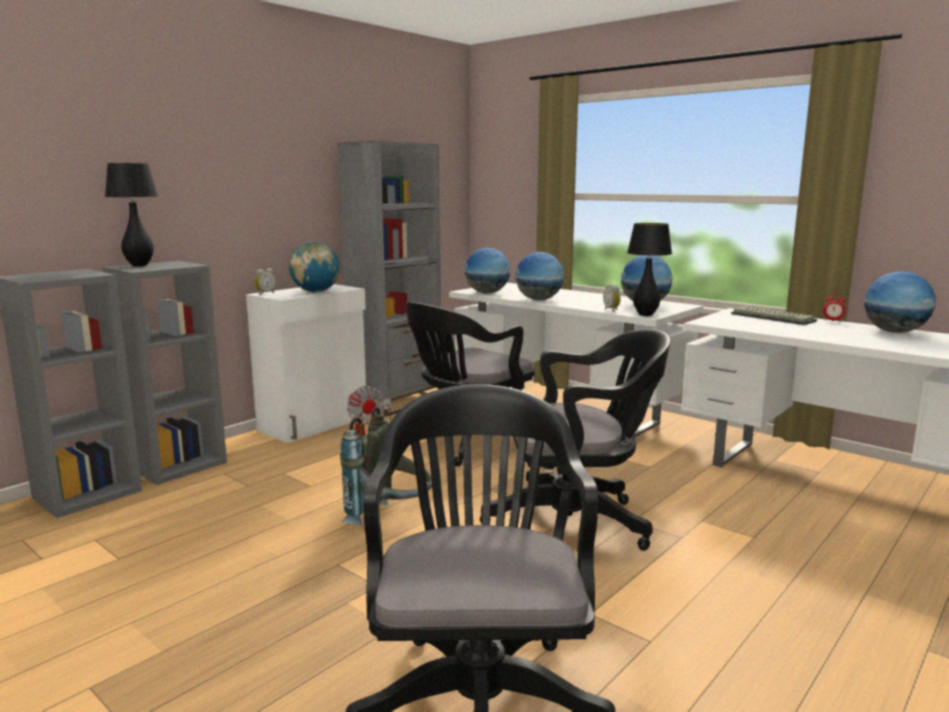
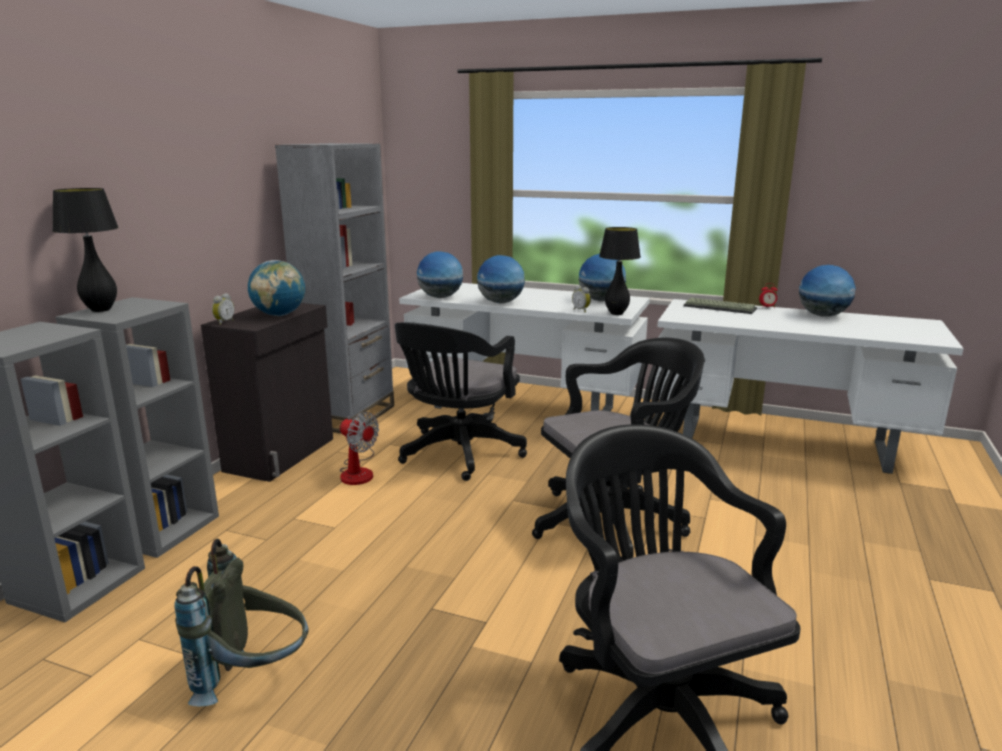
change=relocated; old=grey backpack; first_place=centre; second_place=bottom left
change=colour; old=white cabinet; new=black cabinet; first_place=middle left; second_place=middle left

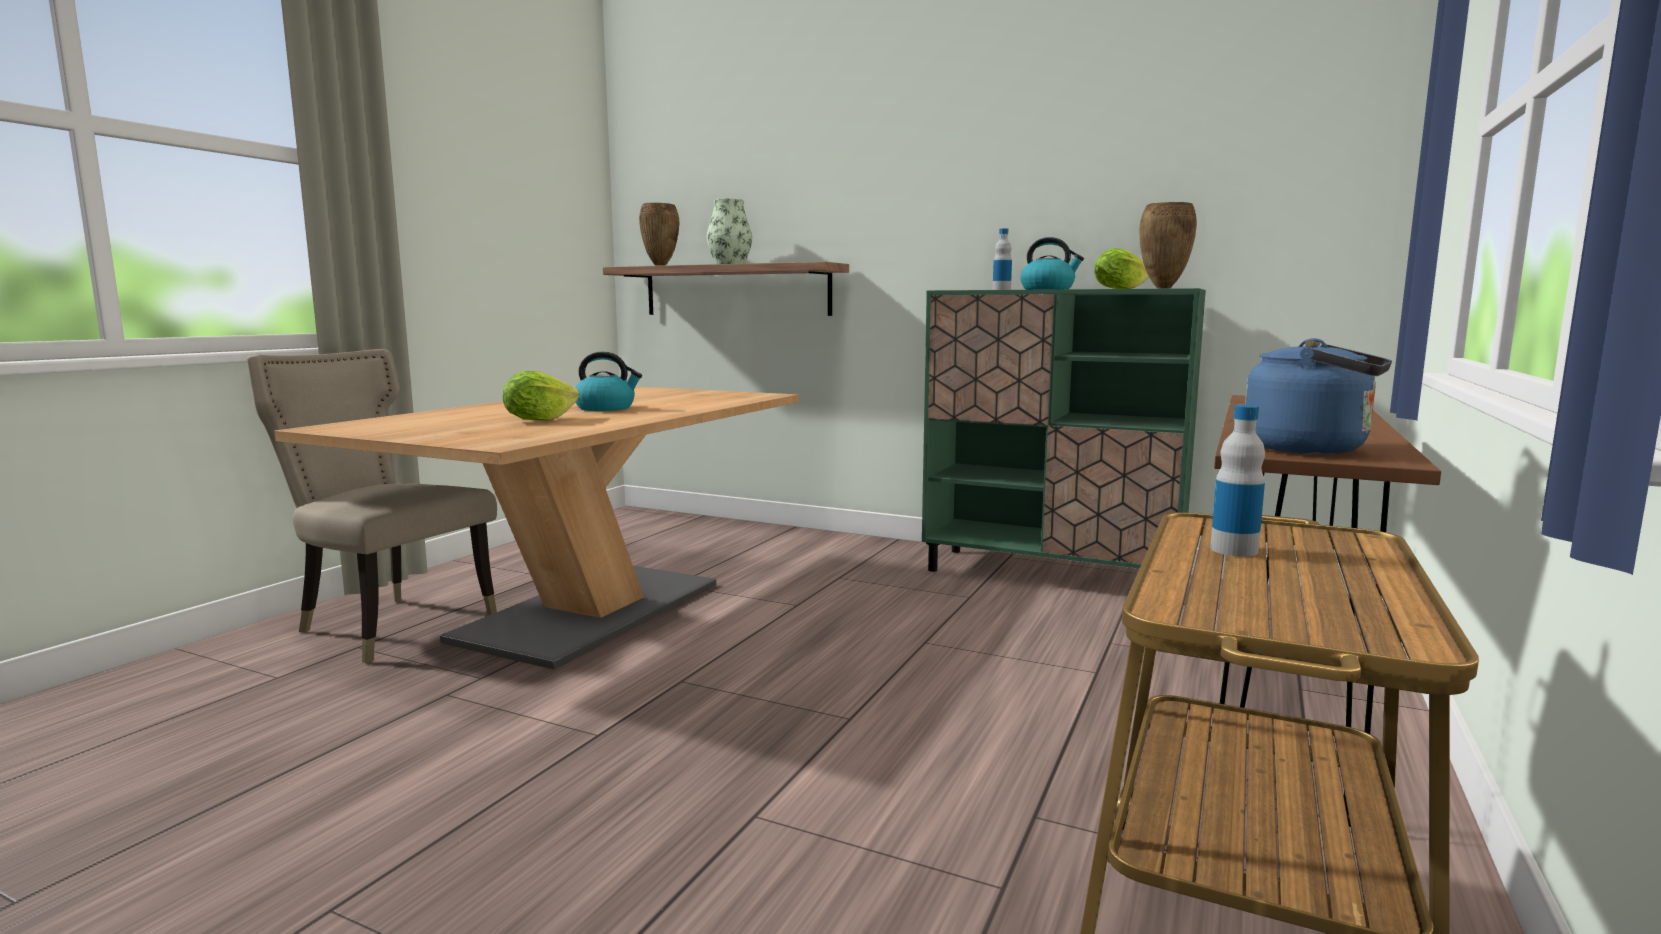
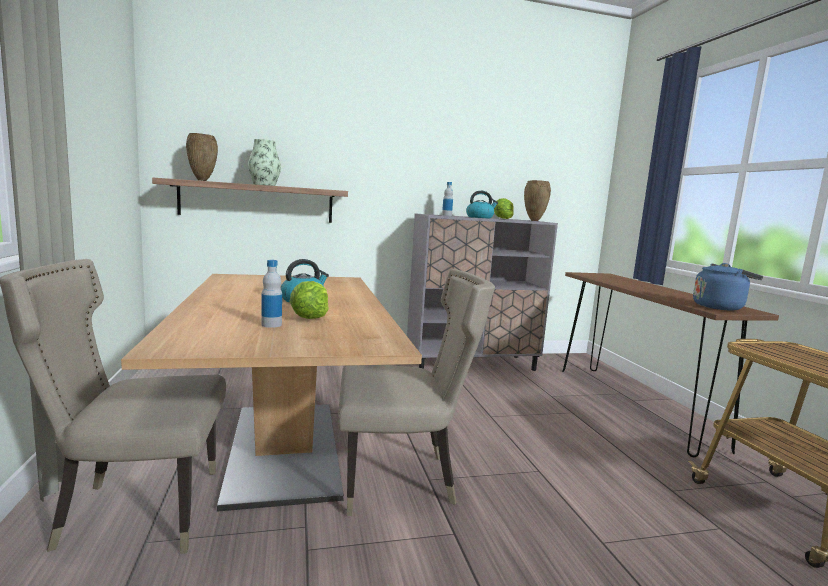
change=relocated; old=bottle (no. 2 from left in the first image); new=bottle (no. 1 from left); first_place=middle right; second_place=middle left
change=appeared; new=beige chair (no. 2 from left); second_place=bottom centre
change=colour; old=green cabinet; new=grey cabinet; first_place=centre; second_place=centre

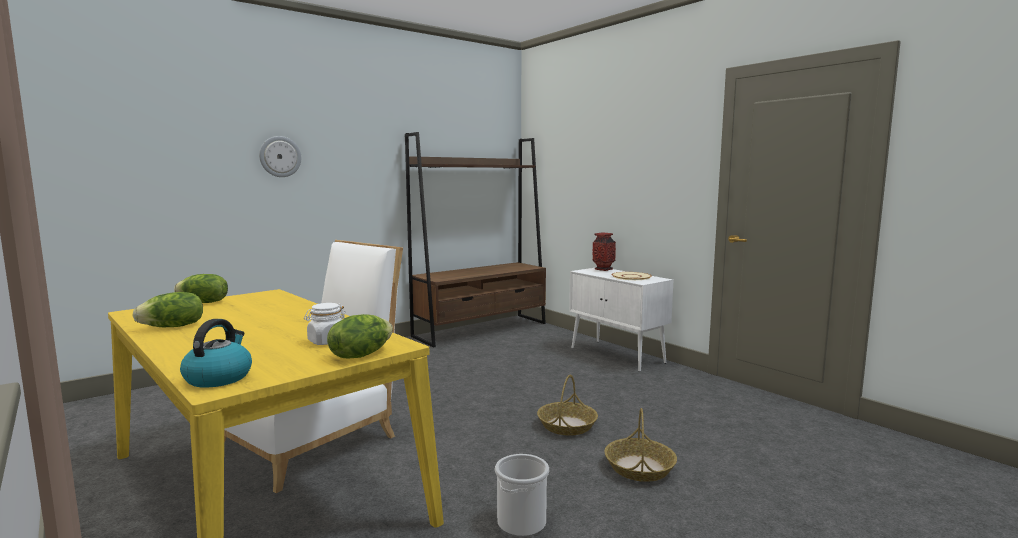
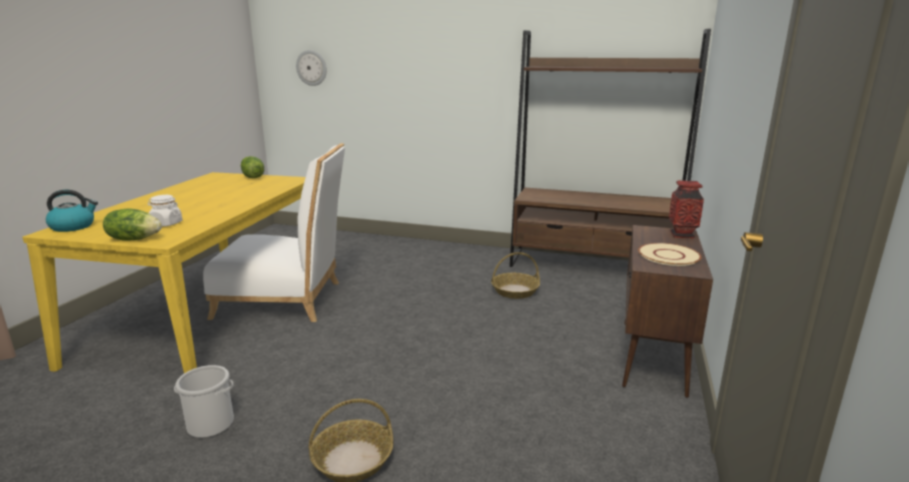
change=relocated; old=wall clock; first_place=top left; second_place=top centre
change=relocated; old=basket (no. 1 from left in the first image); new=basket (no. 2 from left); first_place=bottom centre; second_place=centre
change=colour; old=white cabinet; new=brown cabinet; first_place=centre; second_place=middle right
change=missing; old=lettuce (no. 1 from left); first_place=middle left

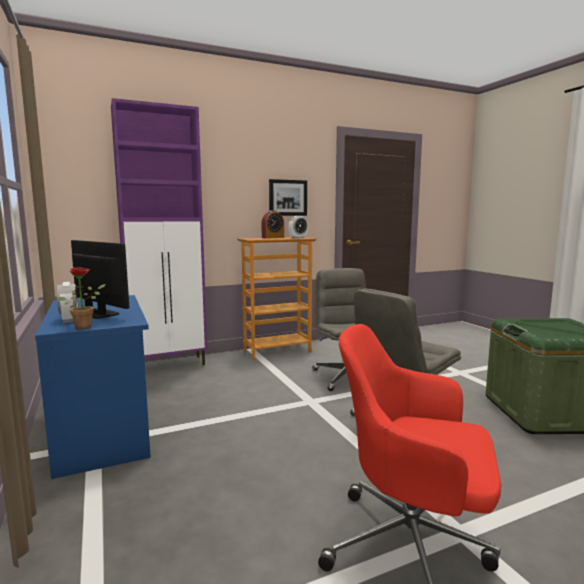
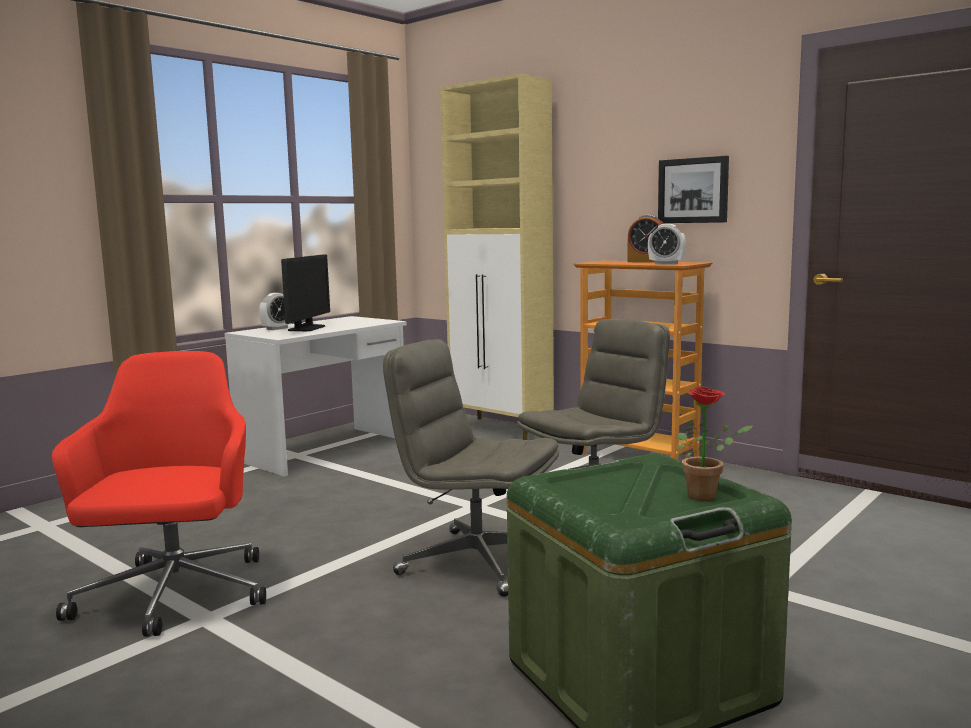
change=colour; old=blue desk; new=white desk; first_place=middle left; second_place=middle left
change=colour; old=purple cabinet; new=beige cabinet; first_place=middle left; second_place=centre
change=relocated; old=potted plant; first_place=middle left; second_place=middle right

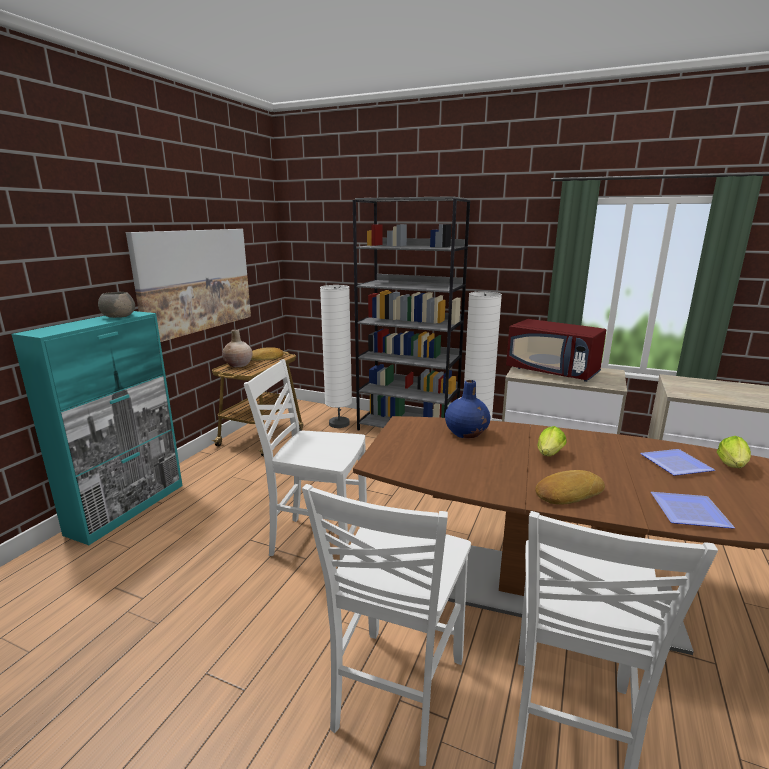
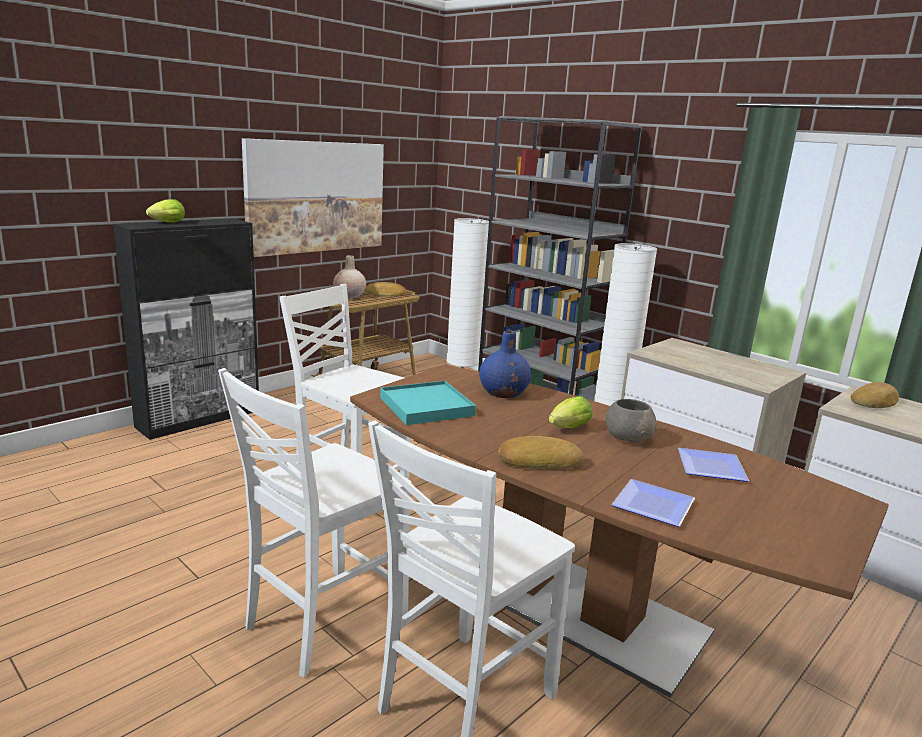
change=colour; old=turquoise cabinet; new=black cabinet; first_place=middle left; second_place=middle left
change=relocated; old=lettuce (no. 2 from left in the first image); new=lettuce (no. 1 from left); first_place=middle right; second_place=top left
change=appeared; new=turquoise tray; second_place=centre
change=relocated; old=grey bowl; first_place=middle left; second_place=middle right
change=appeared; new=bread (no. 3 from left); second_place=middle right
change=missing; old=red microwave; first_place=middle right

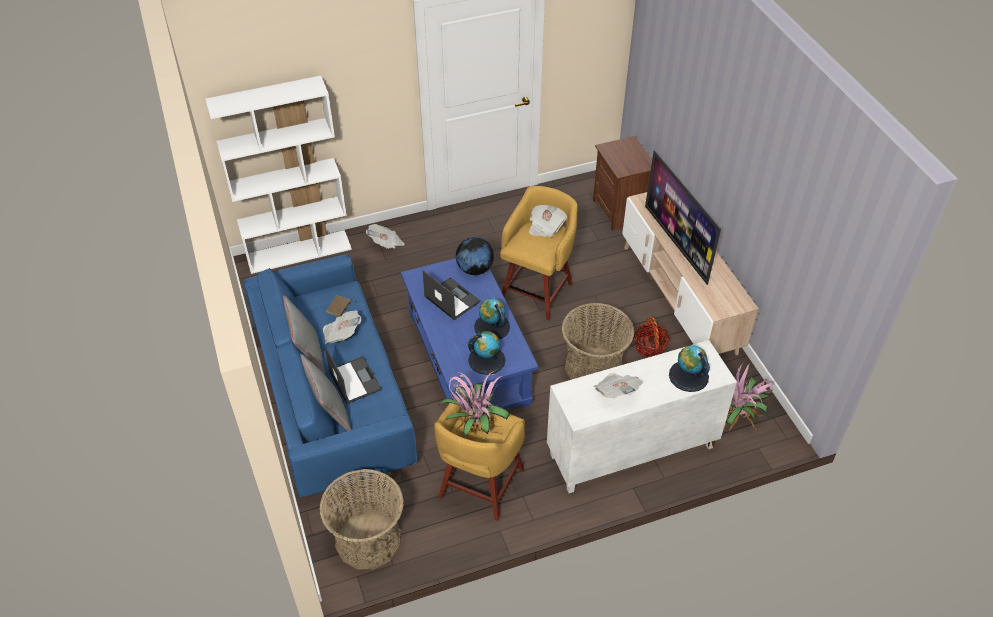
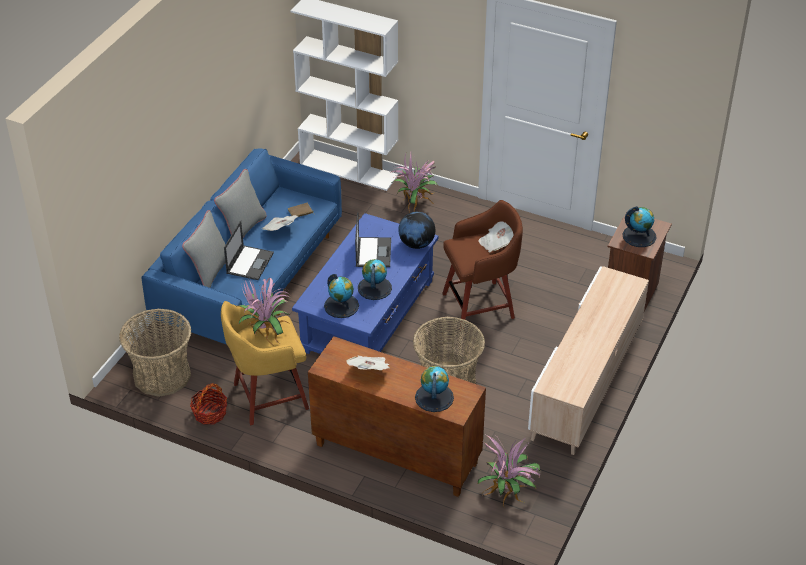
change=relocated; old=basket (no. 3 from left in the first image); new=basket (no. 2 from left); first_place=centre; second_place=bottom left
change=colour; old=white cabinet; new=brown cabinet; first_place=bottom centre; second_place=bottom centre
change=exchanged; old=newspaper (no. 2 from left); new=potted plant (no. 2 from left); first_place=centre; second_place=top centre
change=colour; old=yellow stool (no. 2 from left); new=brown stool; first_place=centre; second_place=centre
change=appeared; new=globe (no. 5 from left); second_place=middle right
change=missing; old=television; first_place=middle right

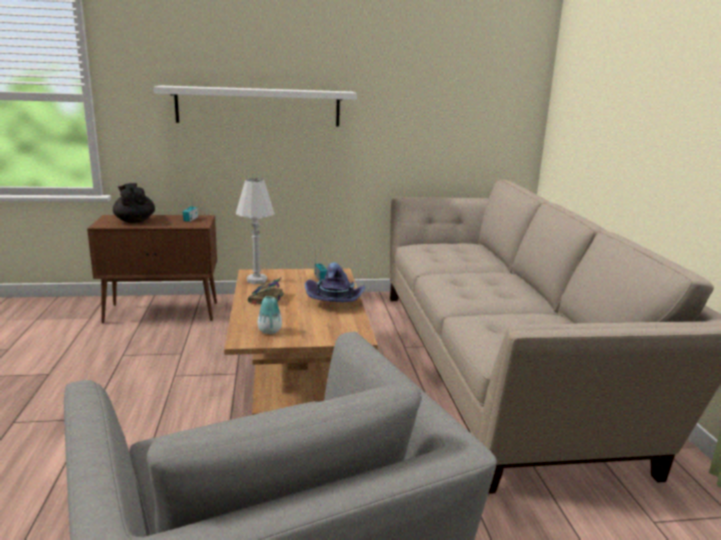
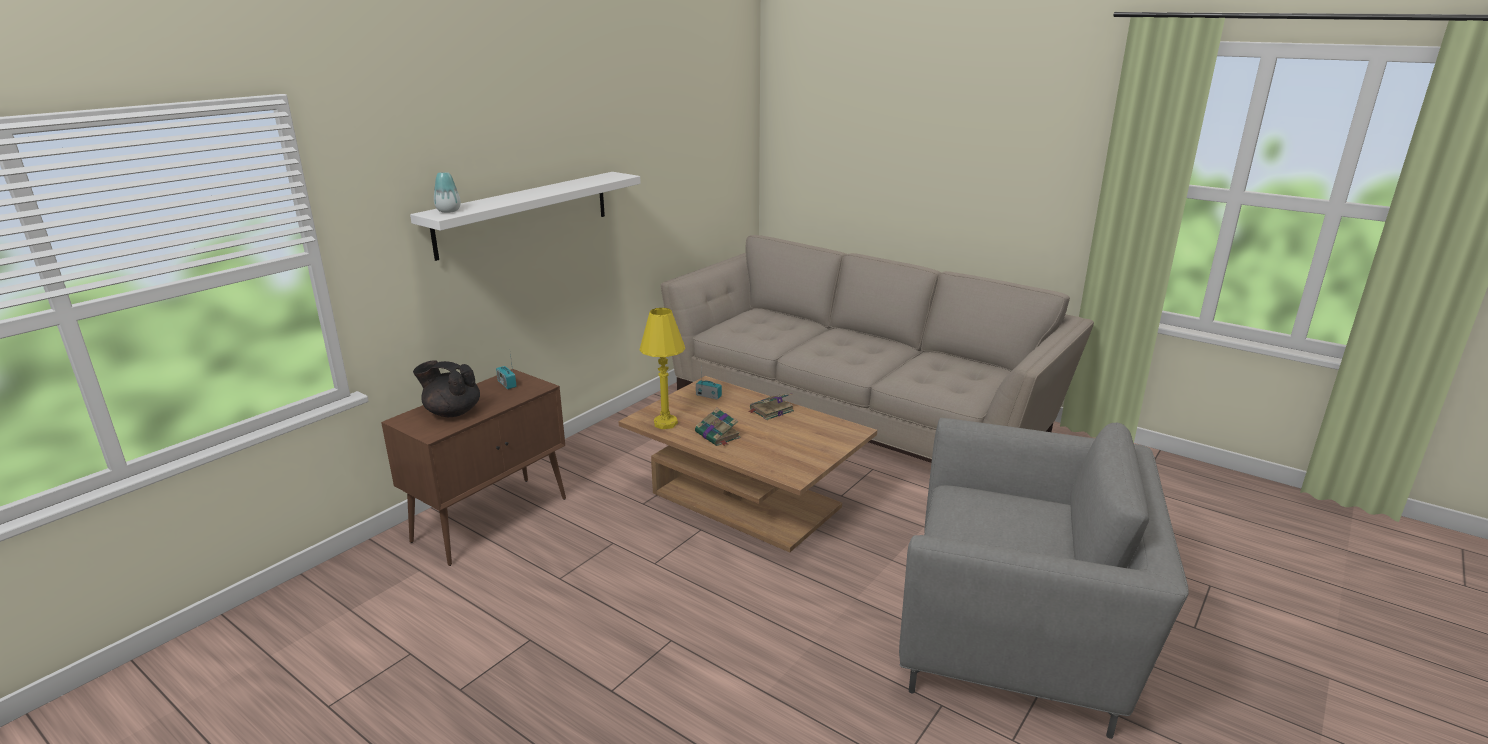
change=relocated; old=vase; first_place=centre; second_place=top left
change=colour; old=white table lamp; new=yellow table lamp; first_place=centre; second_place=centre
change=exchanged; old=purple hat; new=book (no. 2 from left); first_place=centre; second_place=centre

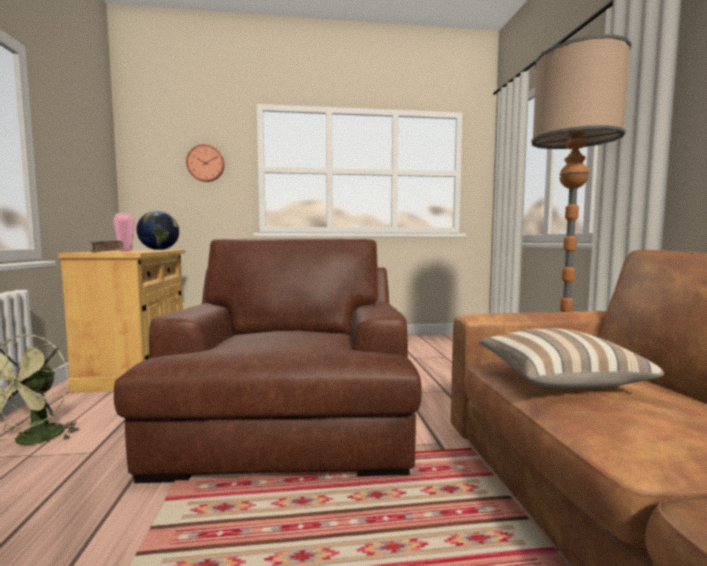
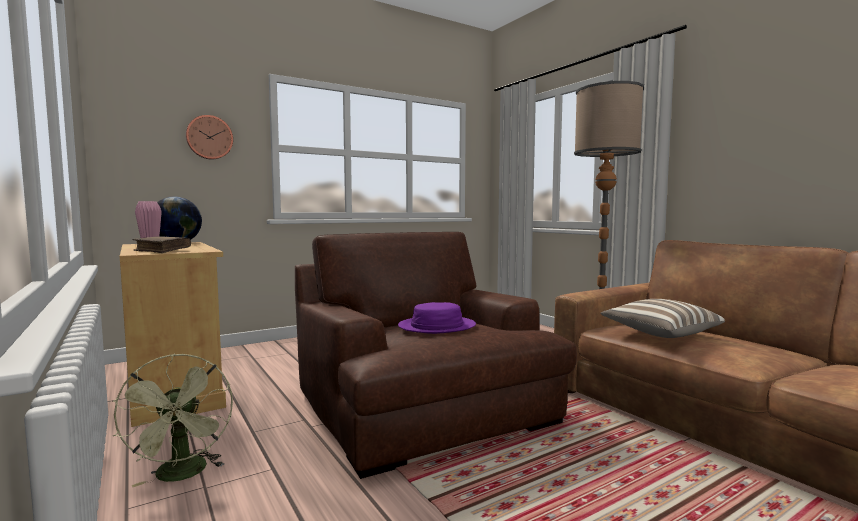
change=appeared; new=purple hat; second_place=centre

